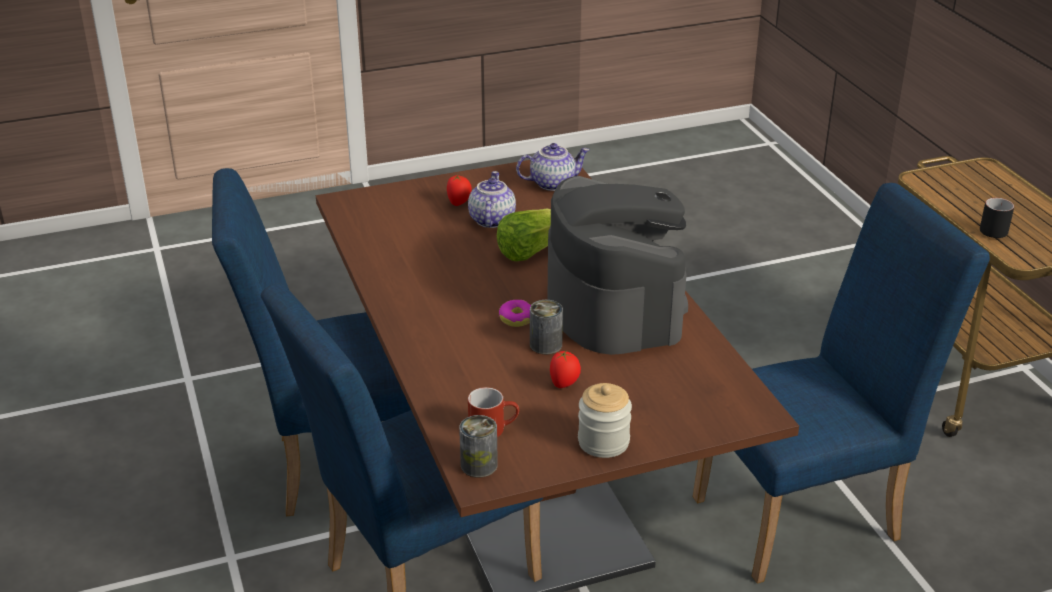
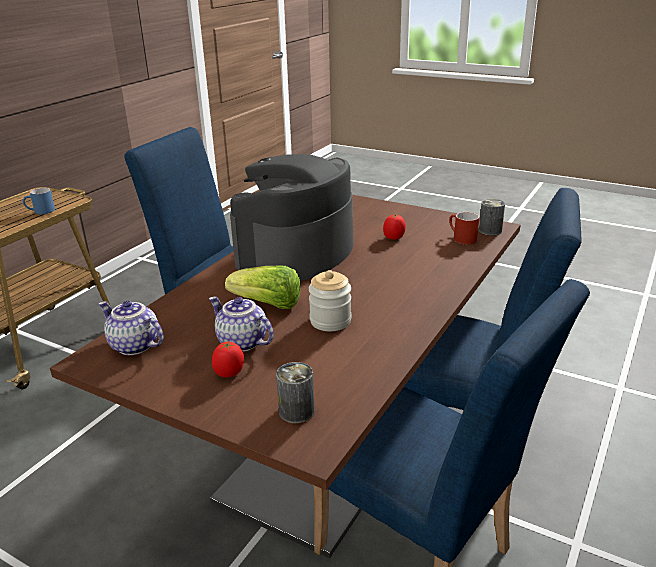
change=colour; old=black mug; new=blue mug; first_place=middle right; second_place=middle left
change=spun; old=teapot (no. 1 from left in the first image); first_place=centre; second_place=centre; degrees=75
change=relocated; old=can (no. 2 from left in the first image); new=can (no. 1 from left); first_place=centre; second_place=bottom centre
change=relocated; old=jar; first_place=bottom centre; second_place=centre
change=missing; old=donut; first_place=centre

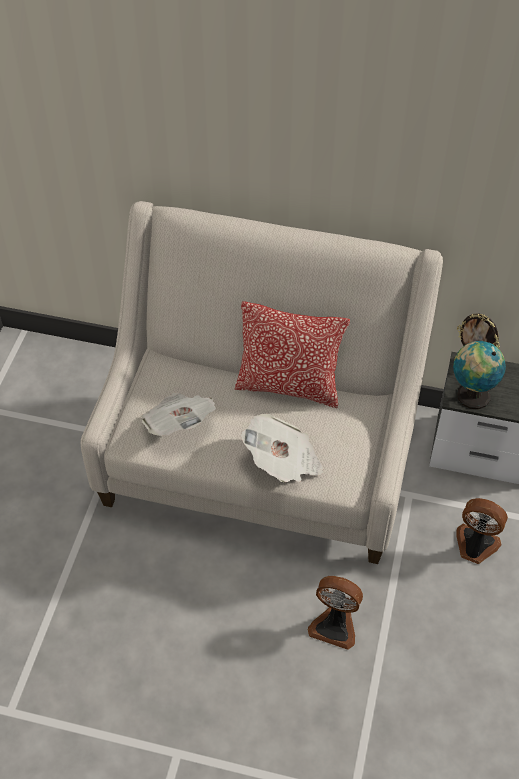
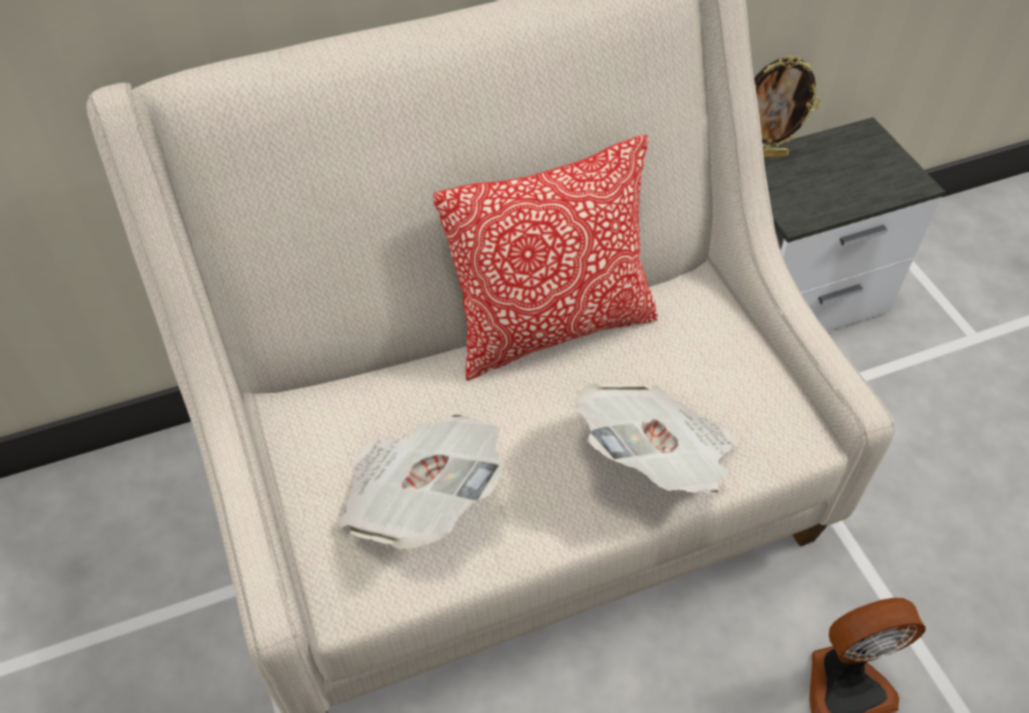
change=missing; old=globe; first_place=middle right
change=missing; old=fan (no. 2 from left); first_place=bottom right

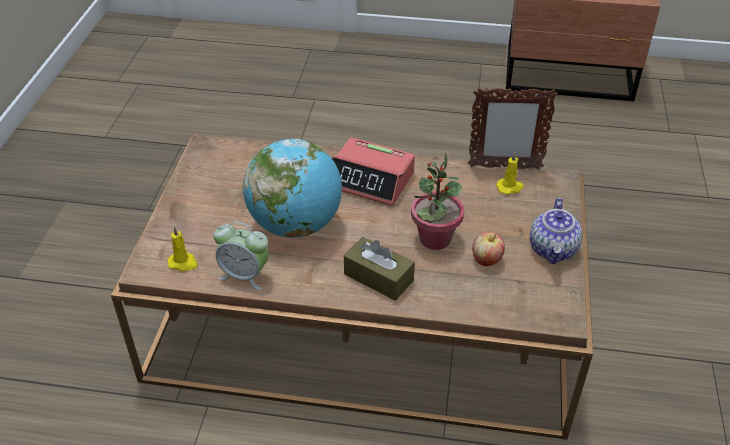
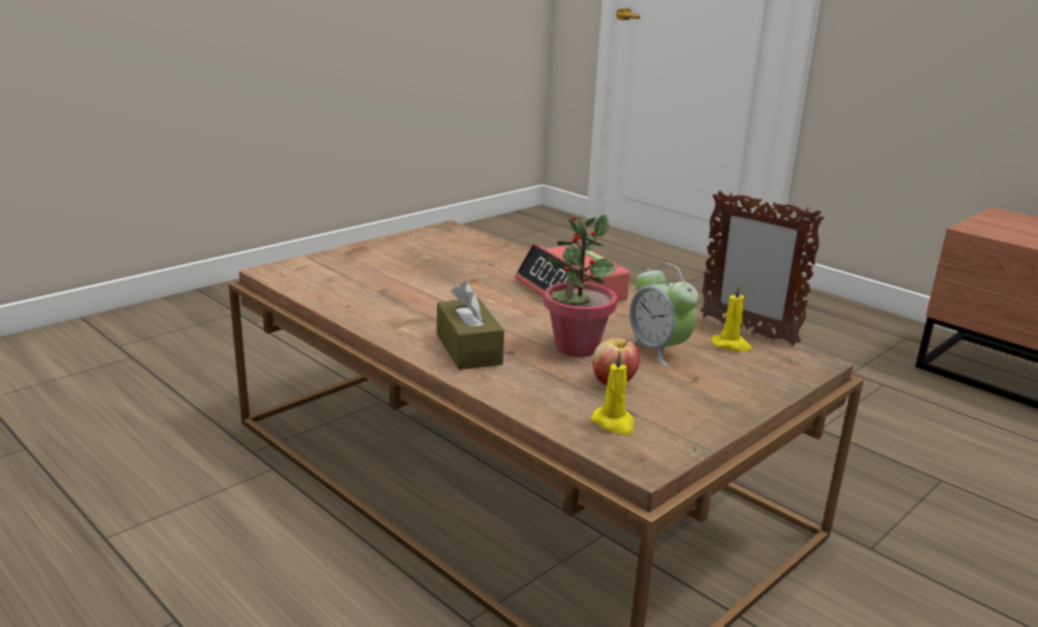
change=relocated; old=yellow candle (no. 1 from left); first_place=middle left; second_place=centre
change=relocated; old=alarm clock (no. 1 from left in the first image); new=alarm clock (no. 2 from left); first_place=middle left; second_place=centre
change=missing; old=globe; first_place=centre
change=missing; old=teapot; first_place=middle right

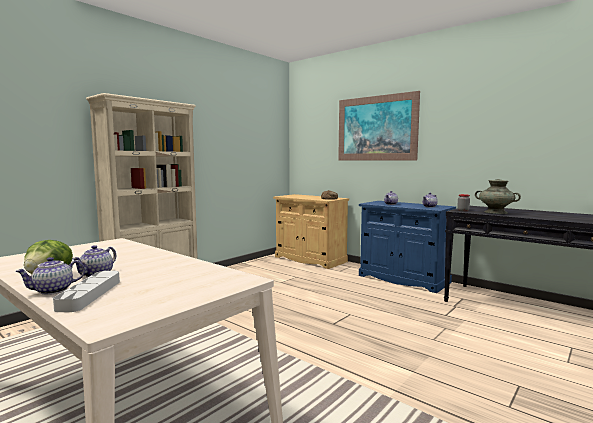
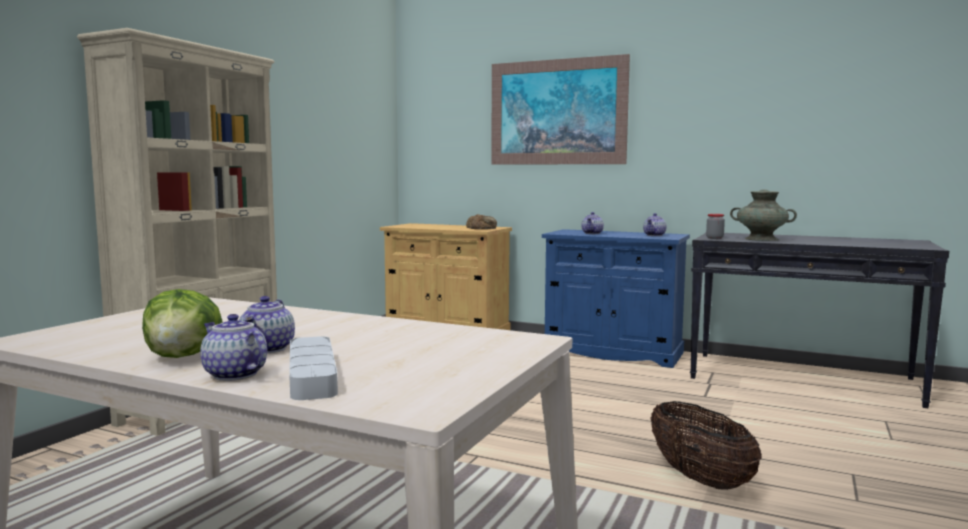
change=spun; old=teapot (no. 1 from left); first_place=middle left; second_place=middle left; degrees=90
change=appeared; new=basket; second_place=bottom right

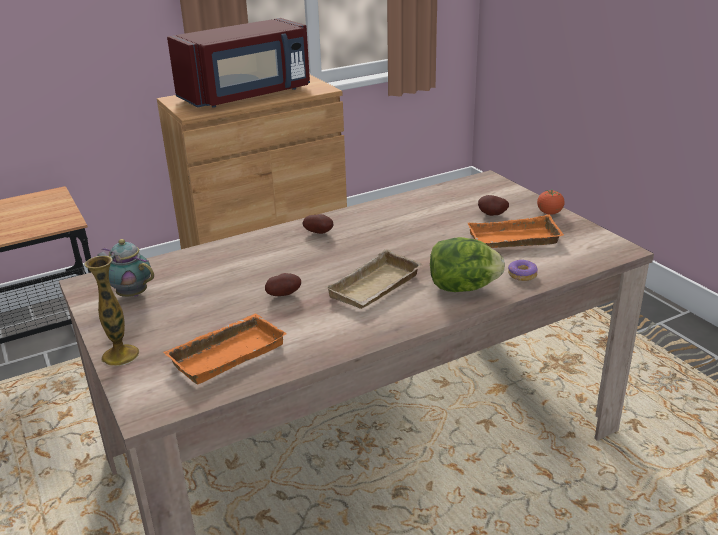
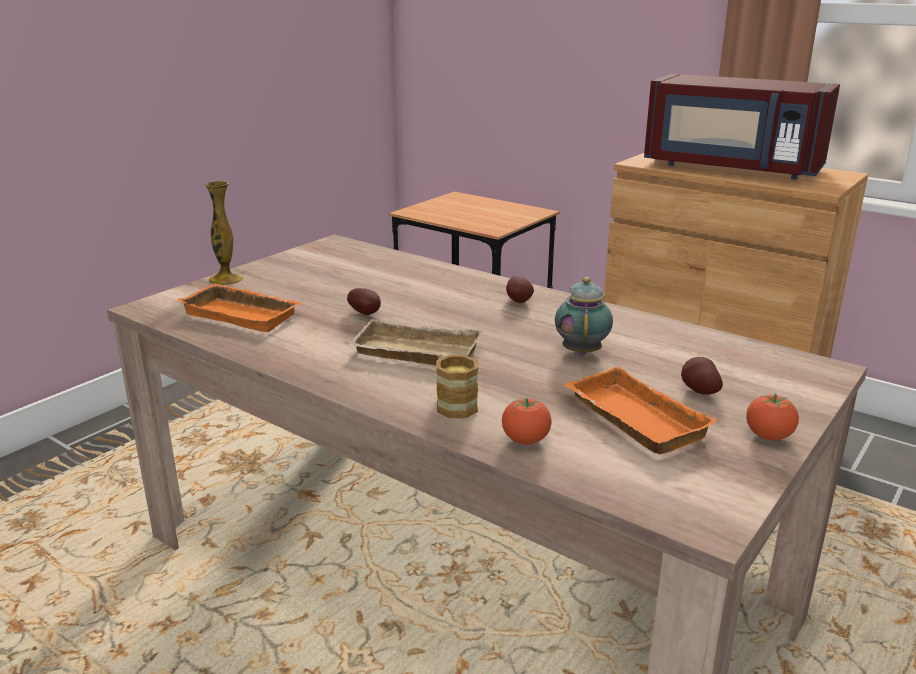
change=exchanged; old=lettuce; new=mug; first_place=centre; second_place=centre
change=exchanged; old=donut; new=tomato (no. 1 from left); first_place=middle right; second_place=centre
change=relocated; old=teapot; first_place=middle left; second_place=centre

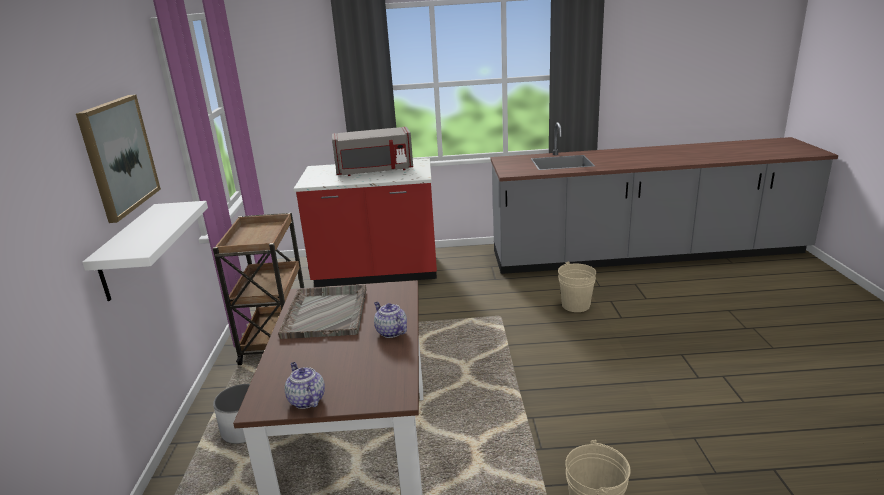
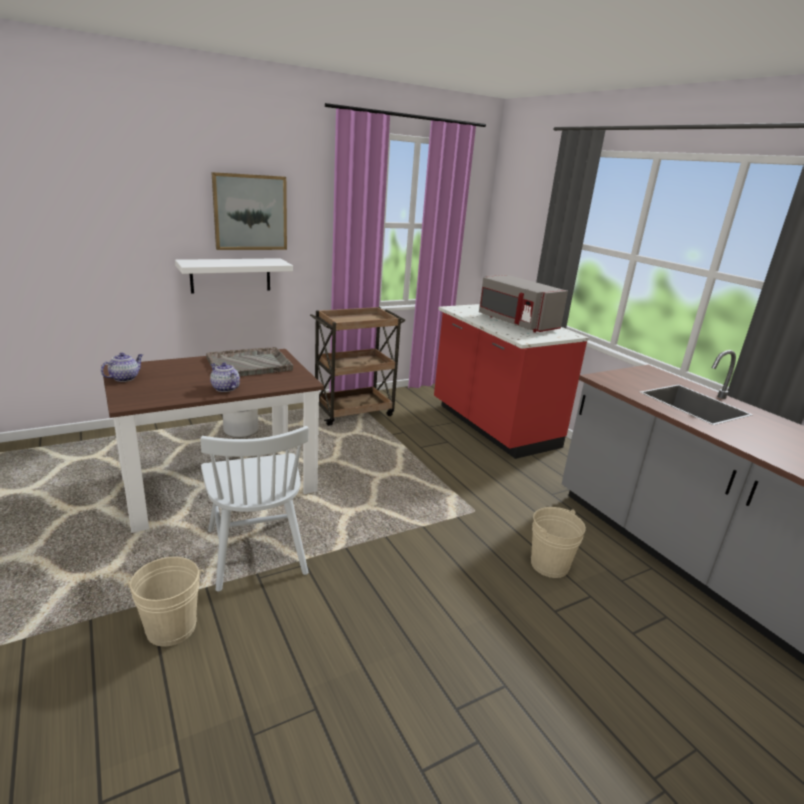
change=appeared; new=white chair; second_place=middle left
change=spun; old=teapot (no. 2 from left); first_place=centre; second_place=middle left; degrees=-75

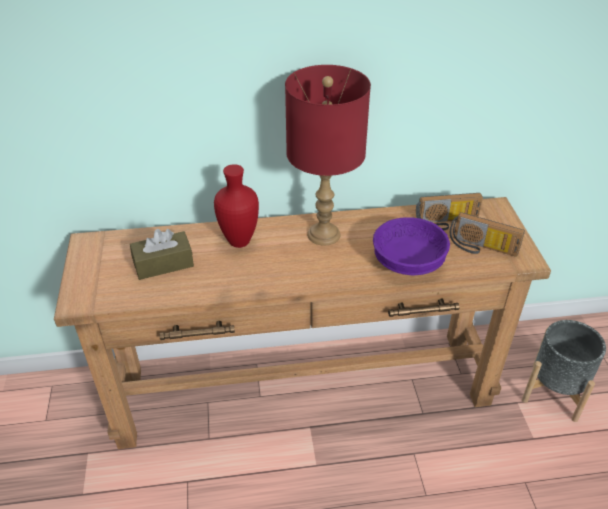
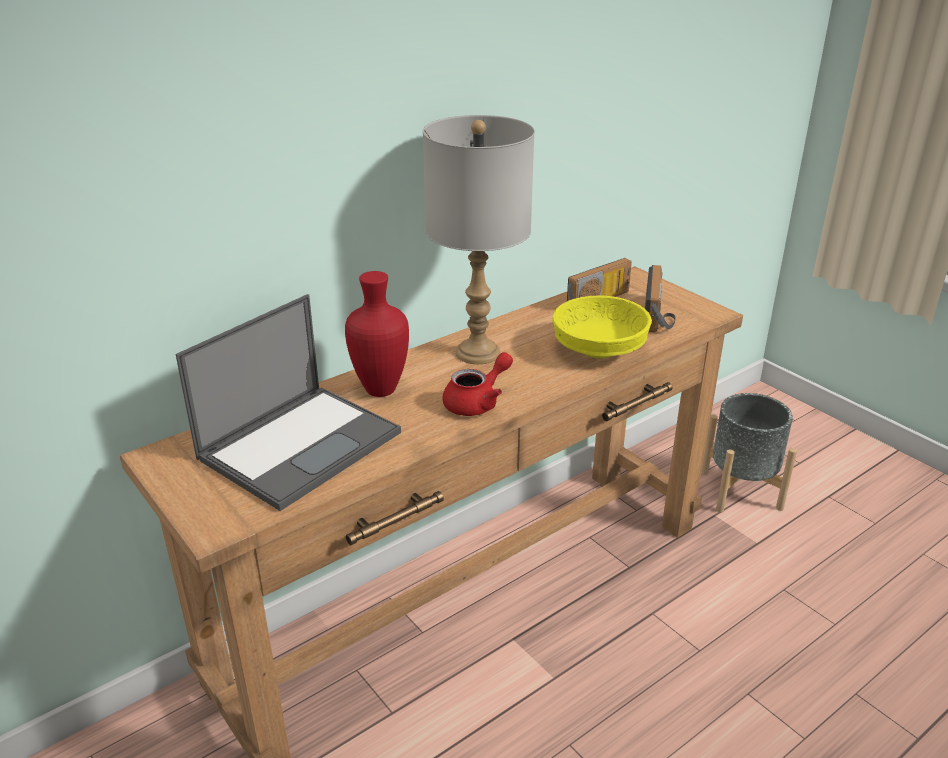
change=exchanged; old=brown tissue box; new=laptop; first_place=middle left; second_place=middle left
change=colour; old=red table lamp; new=grey table lamp; first_place=top centre; second_place=top centre
change=appeared; new=red teapot; second_place=centre
change=colour; old=purple bowl; new=yellow bowl; first_place=middle right; second_place=centre
change=spun; old=radio (no. 2 from left); first_place=middle right; second_place=middle right; degrees=-75

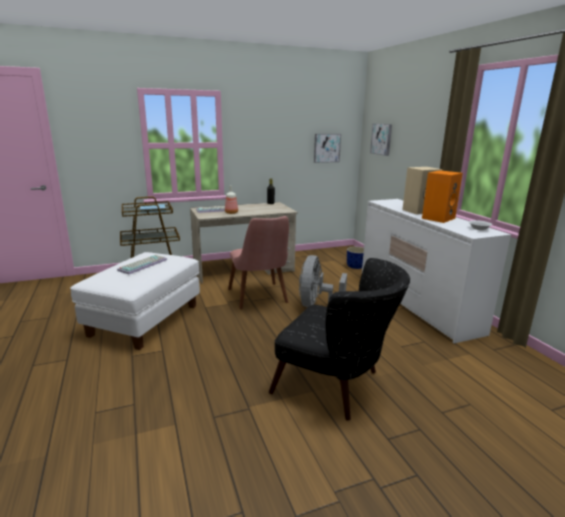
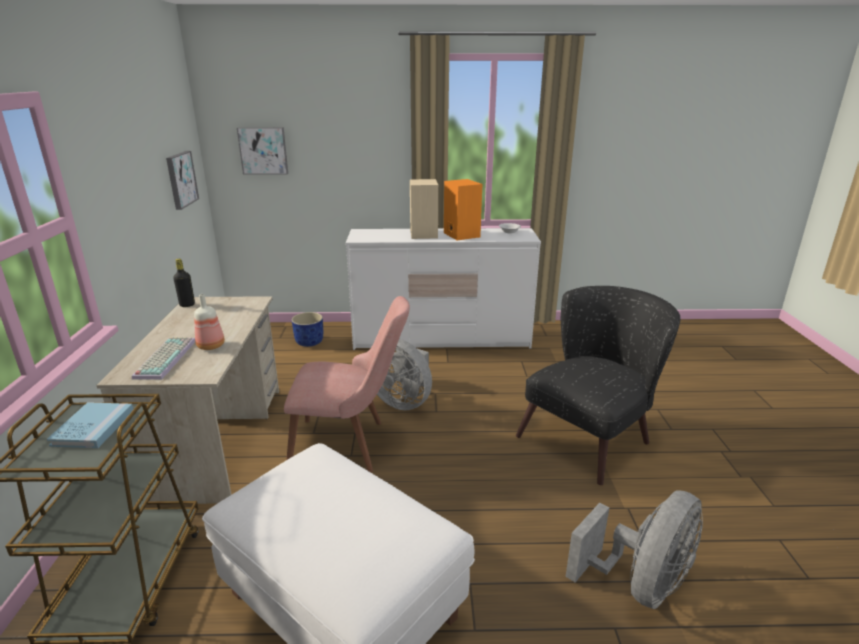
change=appeared; new=grey fan (no. 2 from left); second_place=bottom right
change=missing; old=keyboard (no. 1 from left); first_place=middle left

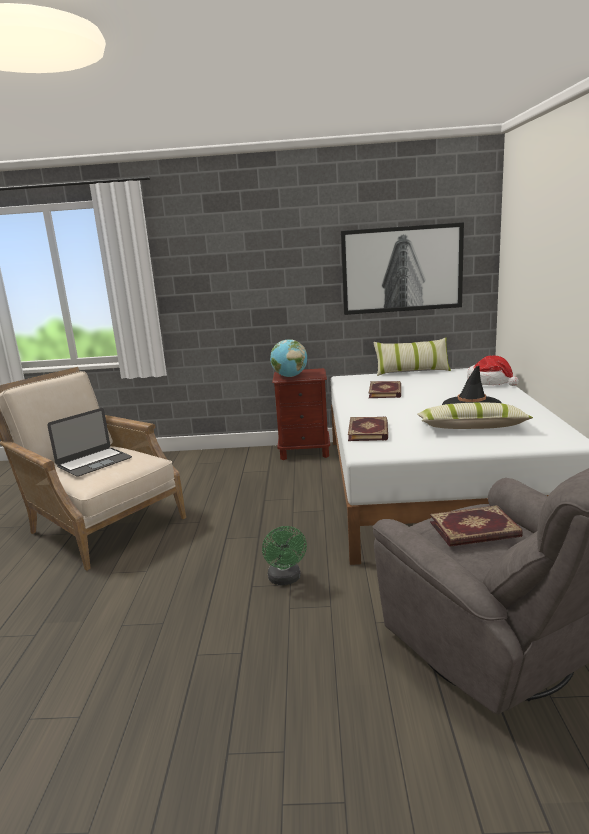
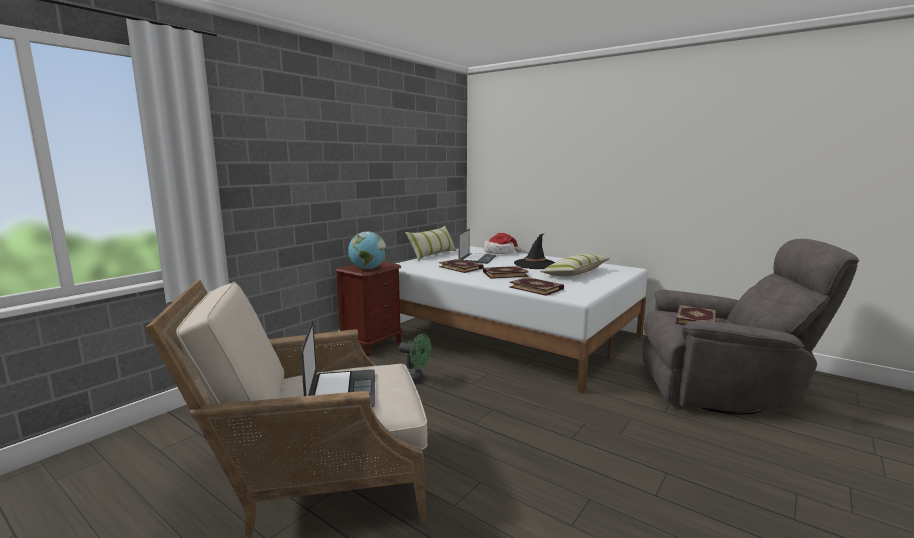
change=relocated; old=green fan; first_place=centre; second_place=bottom centre
change=appeared; new=laptop (no. 2 from left); second_place=centre
change=appeared; new=book (no. 2 from left); second_place=centre
change=missing; old=picture; first_place=top right

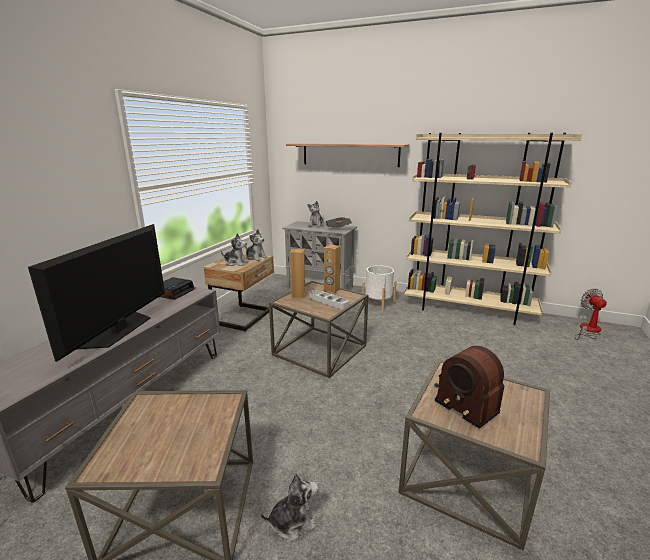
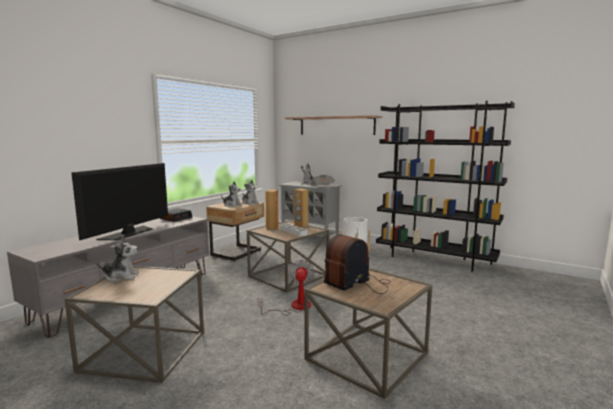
change=relocated; old=plush toy (no. 3 from left in the first image); new=plush toy (no. 1 from left); first_place=bottom centre; second_place=middle left
change=relocated; old=fan; first_place=middle right; second_place=bottom centre
change=spun; old=radio; first_place=bottom right; second_place=centre; degrees=75
change=colour; old=beige bookcase; new=black bookcase; first_place=middle right; second_place=middle right

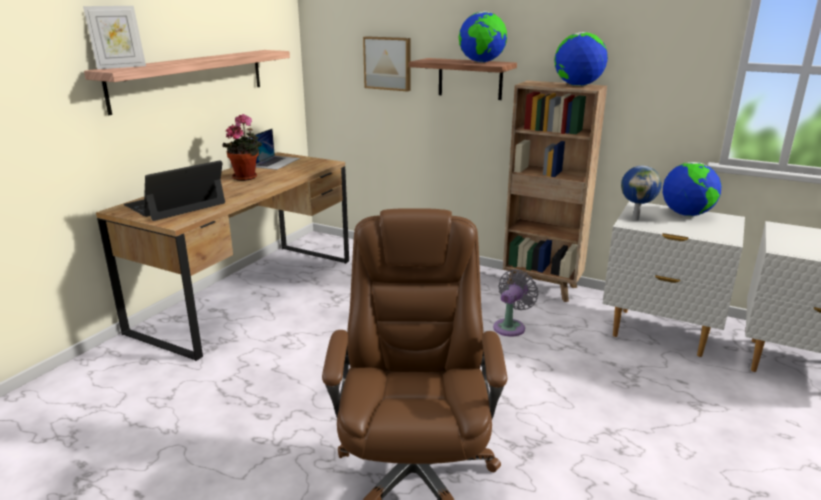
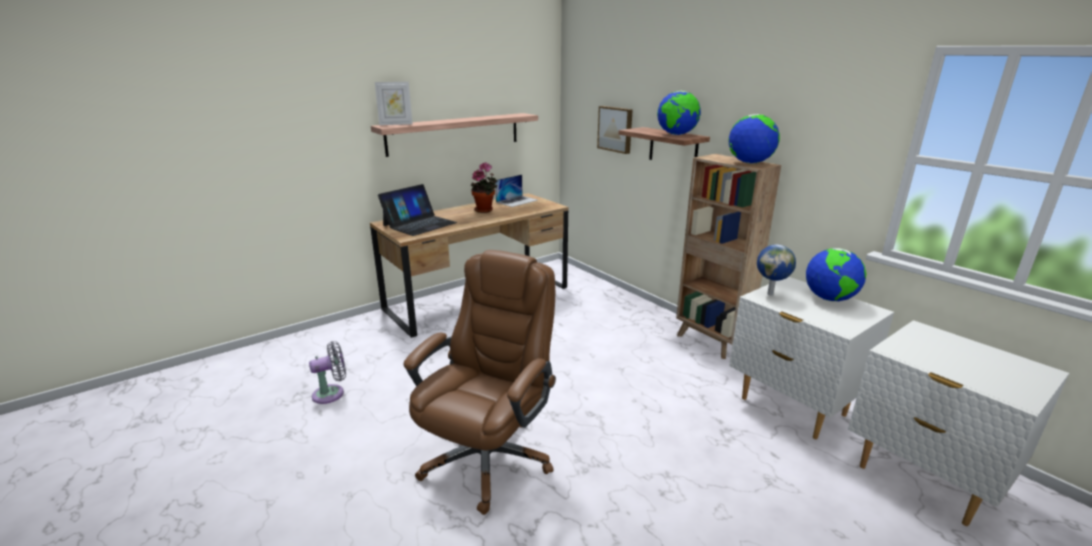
change=relocated; old=grey fan; first_place=centre; second_place=bottom left
change=spun; old=laptop (no. 1 from left); first_place=middle left; second_place=centre; degrees=150

